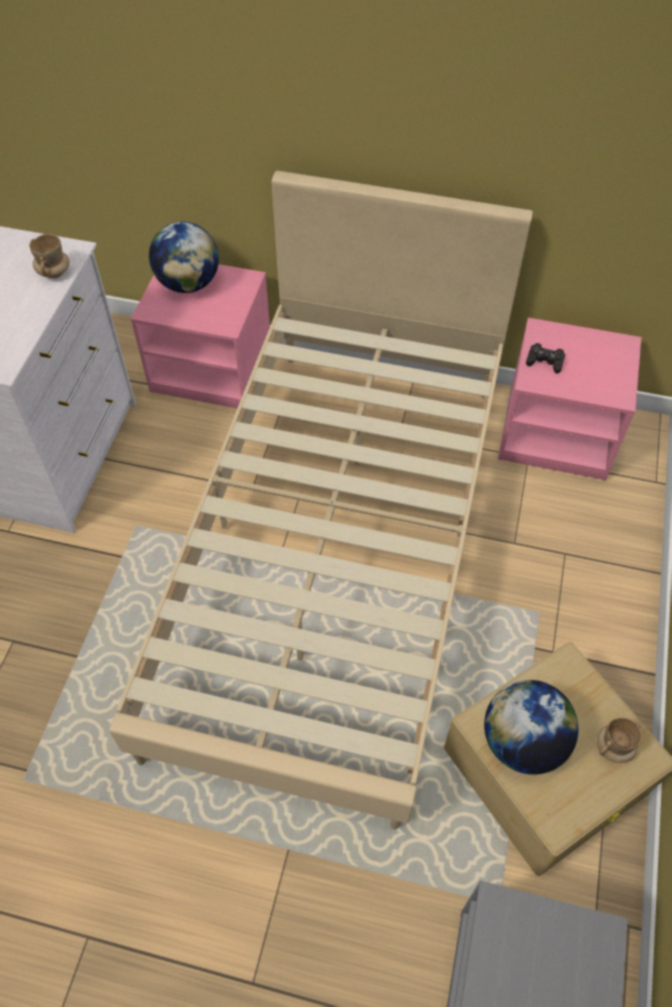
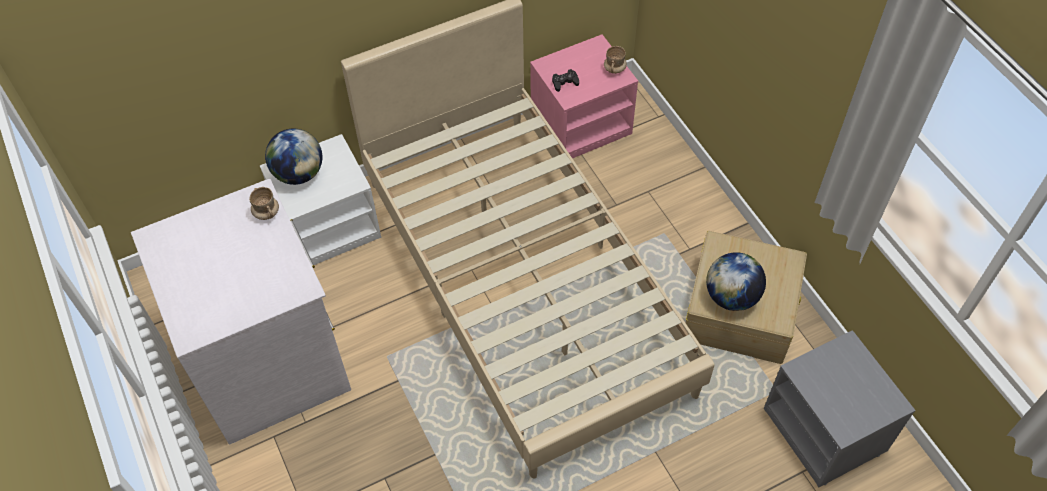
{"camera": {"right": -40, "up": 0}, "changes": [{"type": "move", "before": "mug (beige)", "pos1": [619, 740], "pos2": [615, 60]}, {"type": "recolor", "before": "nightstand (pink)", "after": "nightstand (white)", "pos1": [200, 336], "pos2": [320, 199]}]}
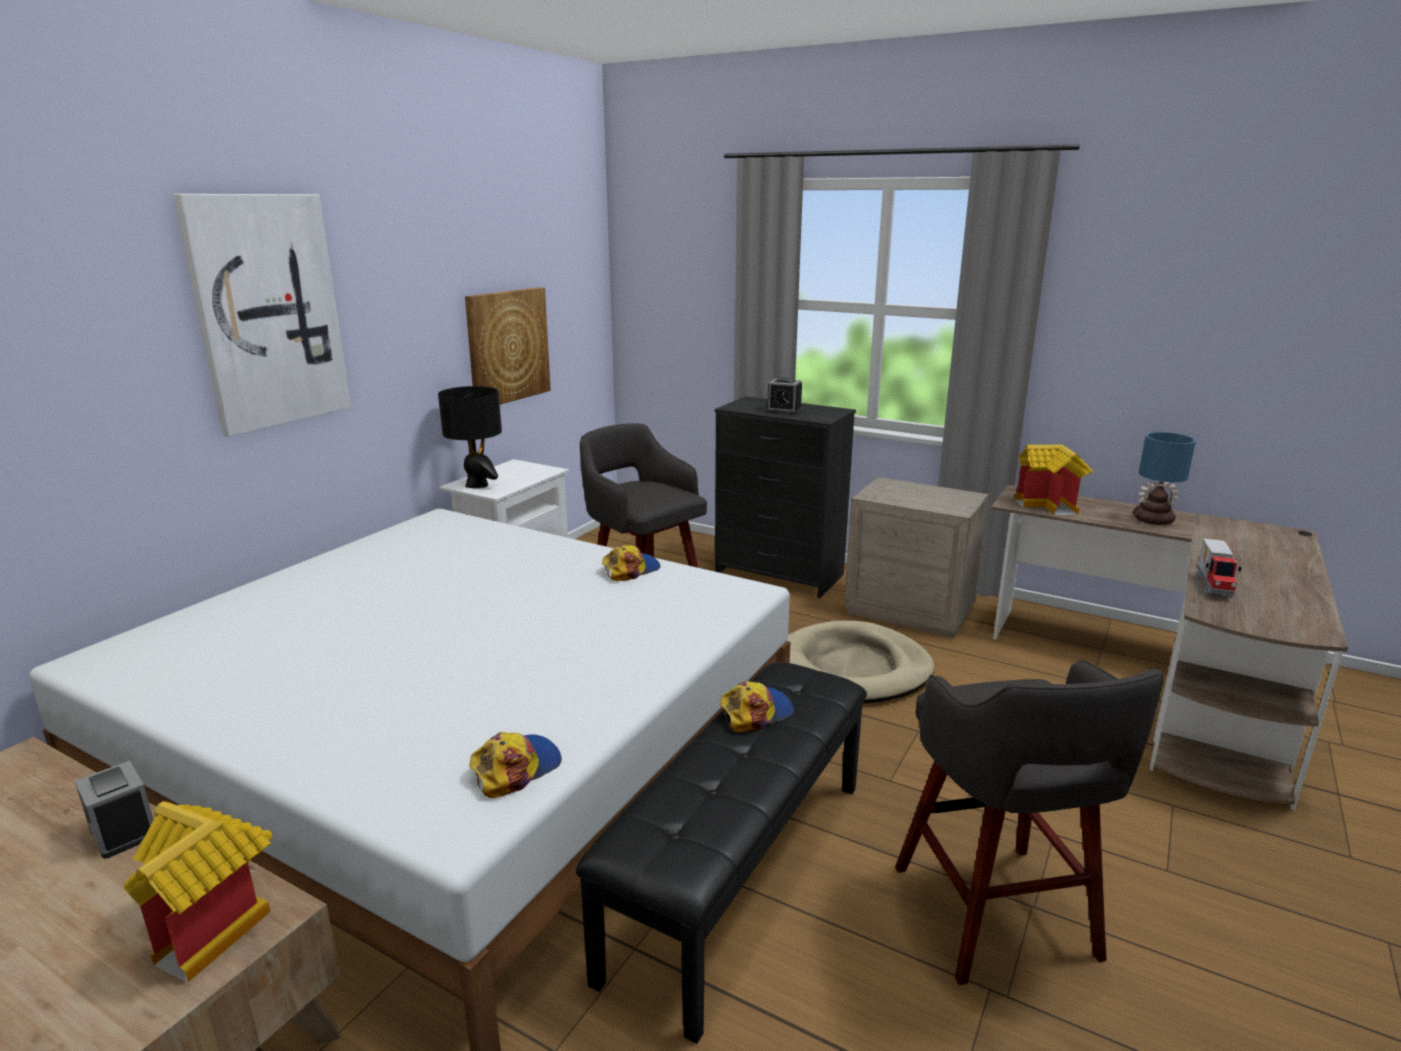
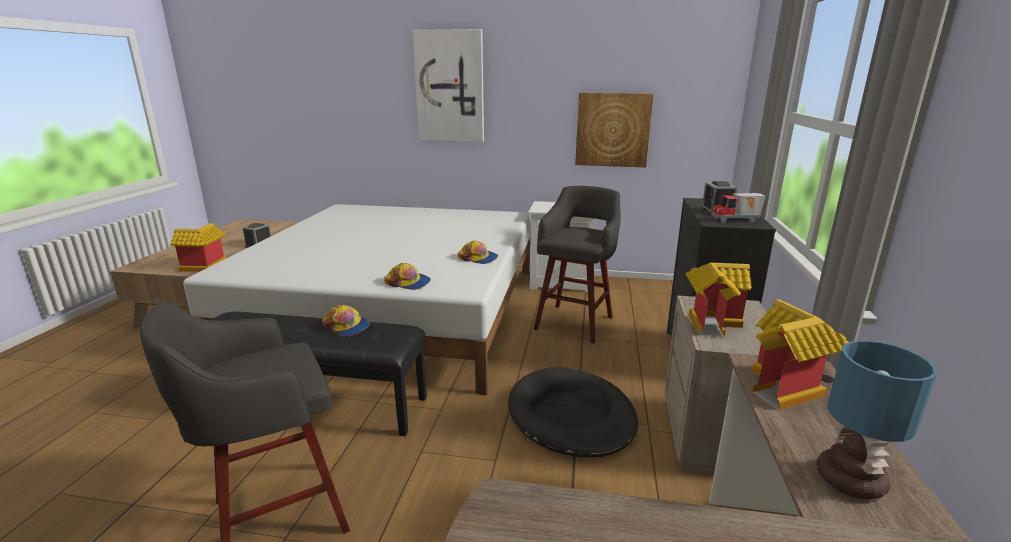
{"camera": {"right": 70, "up": 0}, "changes": [{"type": "delete", "before": "table lamp (black)", "pos1": [470, 437]}, {"type": "insert", "after": "toy house", "pos2": [718, 300]}, {"type": "move", "before": "cap", "pos1": [515, 765], "pos2": [407, 276]}, {"type": "move", "before": "toy truck", "pos1": [1219, 568], "pos2": [738, 208]}, {"type": "recolor", "before": "dog bed (beige)", "after": "dog bed (black)", "pos1": [860, 661], "pos2": [573, 412]}]}
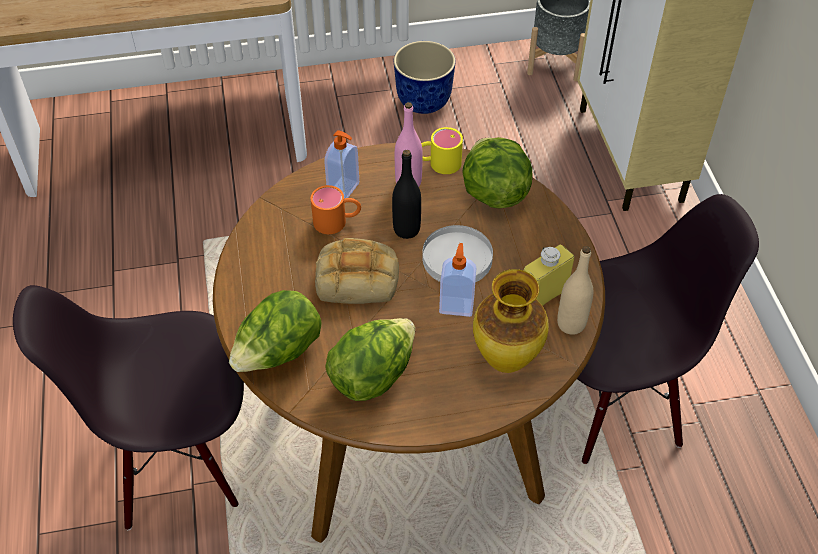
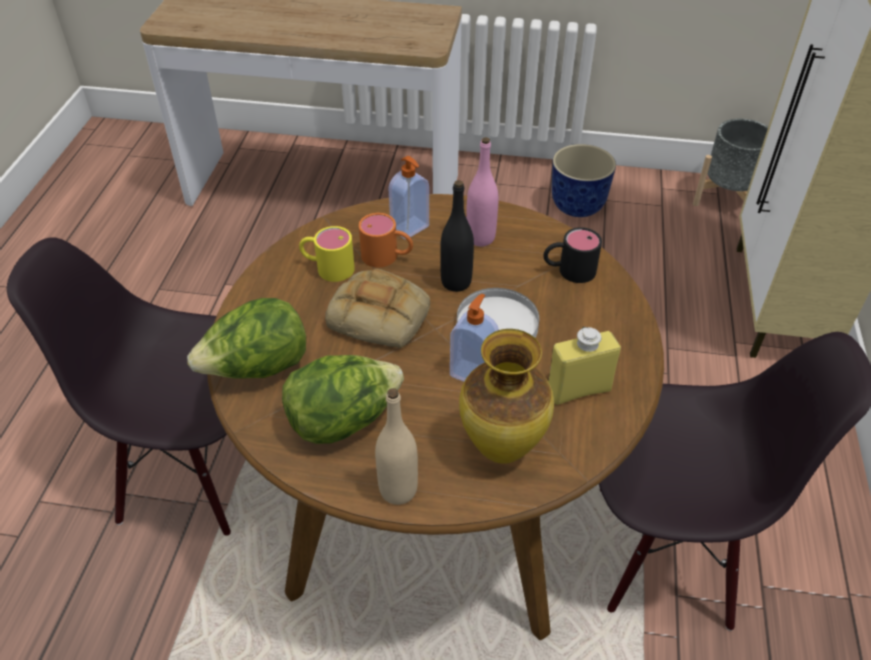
{"camera": {"right": 20, "up": -5}, "changes": [{"type": "move", "before": "mug (yellow)", "pos1": [442, 150], "pos2": [327, 254]}, {"type": "move", "before": "bottle (beige)", "pos1": [575, 290], "pos2": [396, 446]}, {"type": "replace", "before": "lettuce", "after": "mug (black)", "pos1": [497, 172], "pos2": [573, 255]}]}
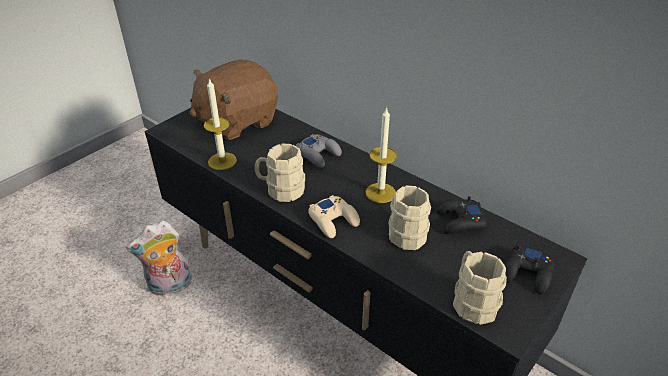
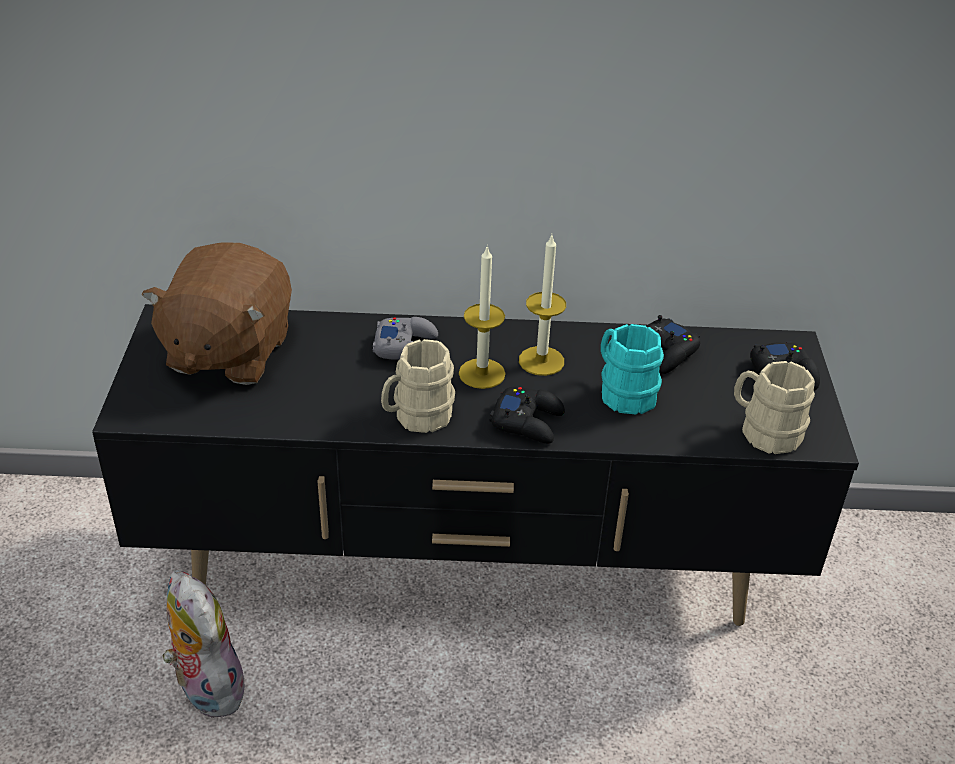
{"camera": {"right": -40, "up": 0}, "changes": [{"type": "move", "before": "candle", "pos1": [220, 124], "pos2": [482, 317]}, {"type": "recolor", "before": "game controller (beige)", "after": "game controller (black)", "pos1": [334, 216], "pos2": [527, 415]}, {"type": "recolor", "before": "mug (beige)", "after": "mug (turquoise)", "pos1": [409, 217], "pos2": [632, 369]}, {"type": "rotate", "before": "plush toy", "pos1": [159, 259], "pos2": [206, 644], "turn": 120}]}
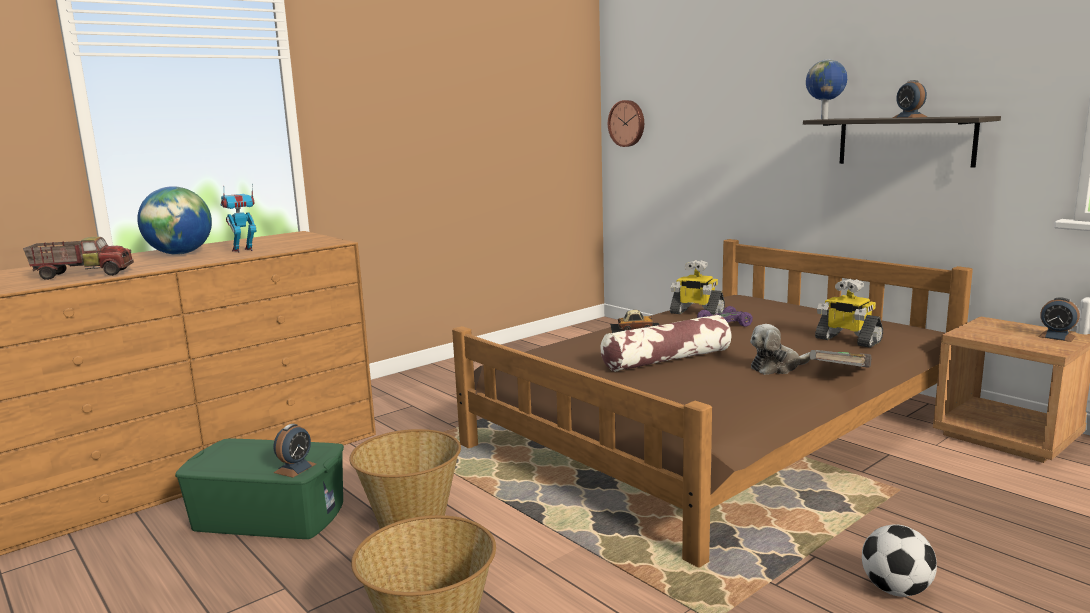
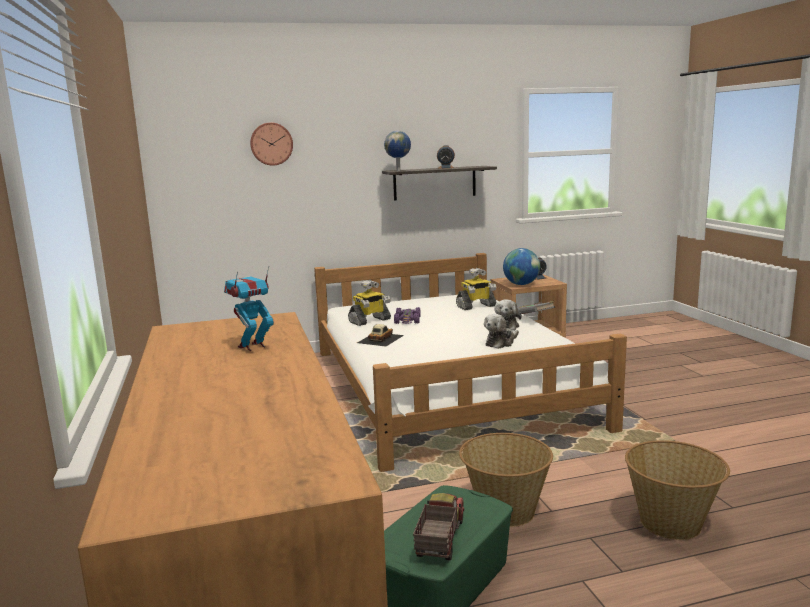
{"camera": {"right": -65, "up": 0}, "changes": [{"type": "delete", "before": "alarm clock", "pos1": [294, 451]}, {"type": "delete", "before": "pillow", "pos1": [666, 343]}, {"type": "delete", "before": "football", "pos1": [899, 560]}, {"type": "insert", "after": "plush toy", "pos2": [501, 331]}, {"type": "move", "before": "toy truck", "pos1": [78, 258], "pos2": [438, 526]}, {"type": "move", "before": "globe", "pos1": [174, 220], "pos2": [521, 266]}, {"type": "move", "before": "wall clock", "pos1": [626, 123], "pos2": [271, 144]}, {"type": "recolor", "before": "bed (brown)", "after": "bed (white)", "pos1": [712, 403], "pos2": [470, 362]}, {"type": "rotate", "before": "toy robot", "pos1": [238, 218], "pos2": [249, 308], "turn": 60}]}
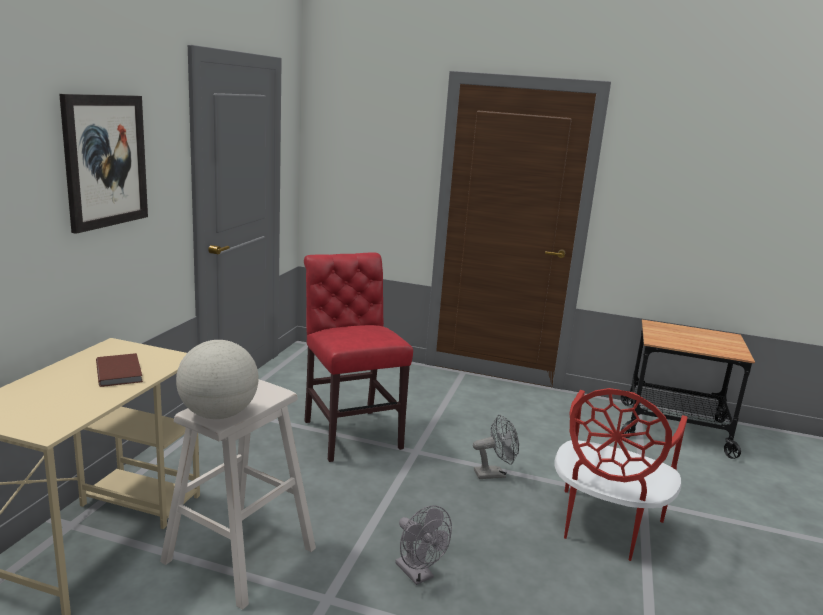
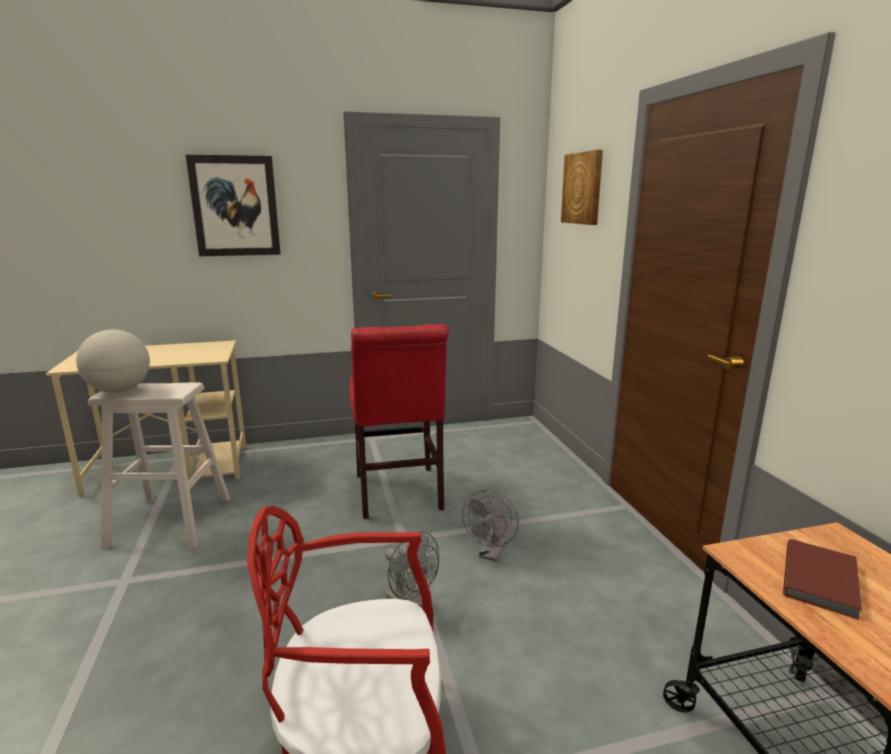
{"camera": {"right": 60, "up": 0}, "changes": [{"type": "insert", "after": "picture", "pos2": [582, 187]}, {"type": "move", "before": "book (brown)", "pos1": [119, 370], "pos2": [822, 579]}, {"type": "move", "before": "fan (grey)", "pos1": [423, 545], "pos2": [490, 525]}, {"type": "rotate", "before": "chair (red)", "pos1": [358, 357], "pos2": [399, 421], "turn": 135}]}
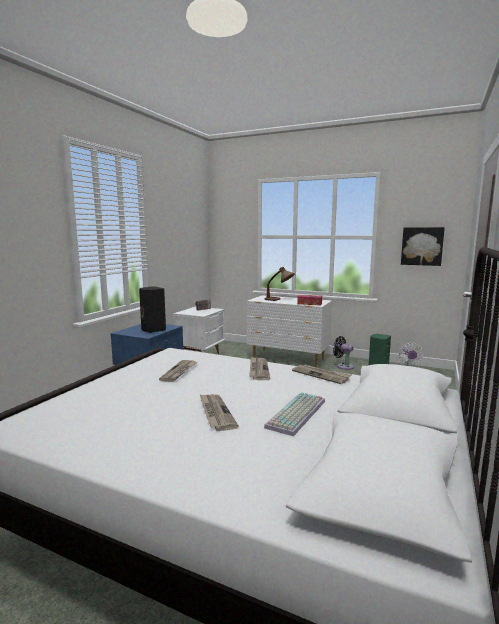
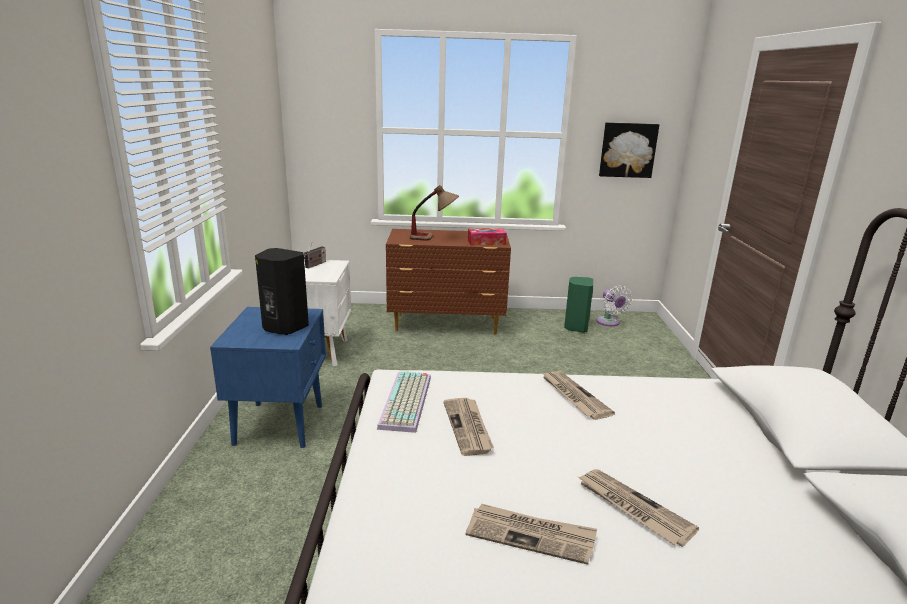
{"camera": {"right": -25, "up": 10}, "changes": [{"type": "delete", "before": "fan (black)", "pos1": [343, 353]}, {"type": "move", "before": "keyboard", "pos1": [294, 414], "pos2": [404, 402]}, {"type": "move", "before": "newspaper", "pos1": [321, 374], "pos2": [531, 534]}, {"type": "recolor", "before": "dresser (white)", "after": "dresser (brown)", "pos1": [289, 331], "pos2": [448, 281]}]}
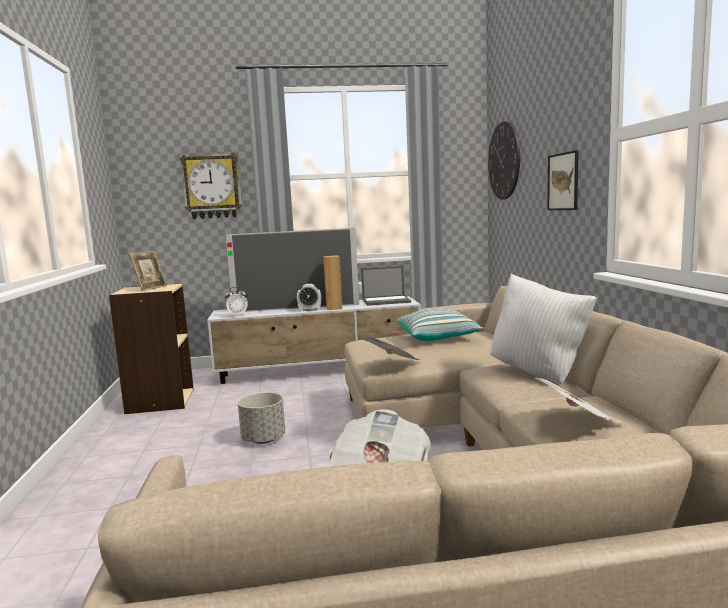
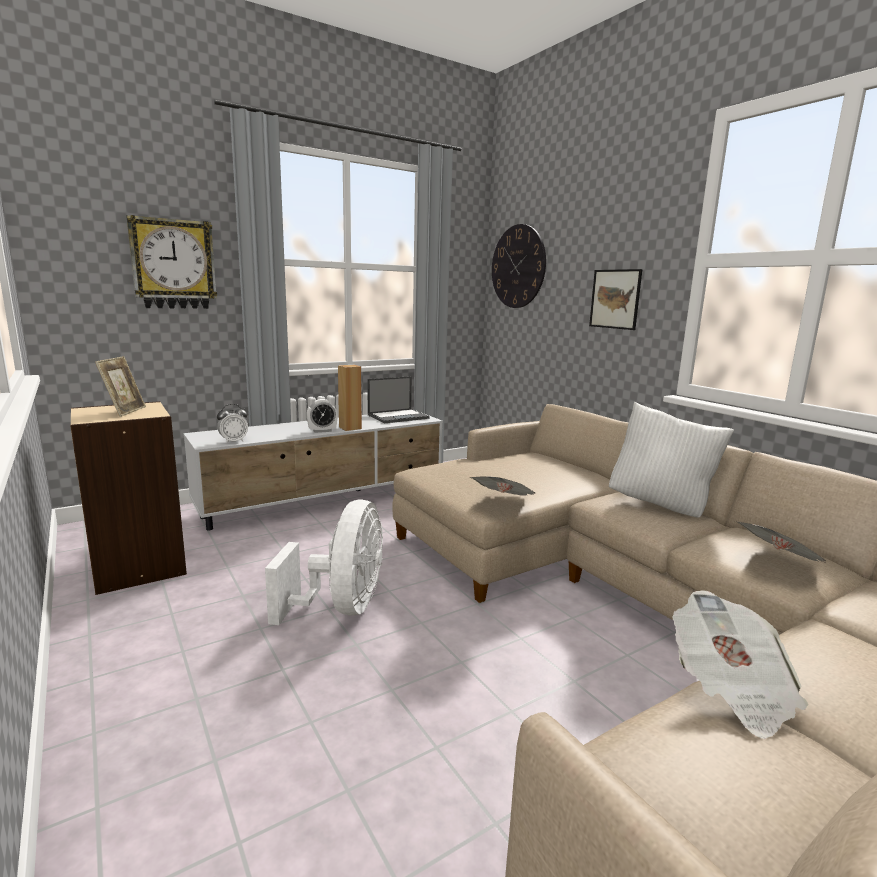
{"camera": {"right": -25, "up": 5}, "changes": [{"type": "delete", "before": "television", "pos1": [292, 270]}, {"type": "delete", "before": "pillow", "pos1": [440, 324]}, {"type": "replace", "before": "planter (grey)", "after": "fan (white)", "pos1": [261, 418], "pos2": [324, 562]}]}
